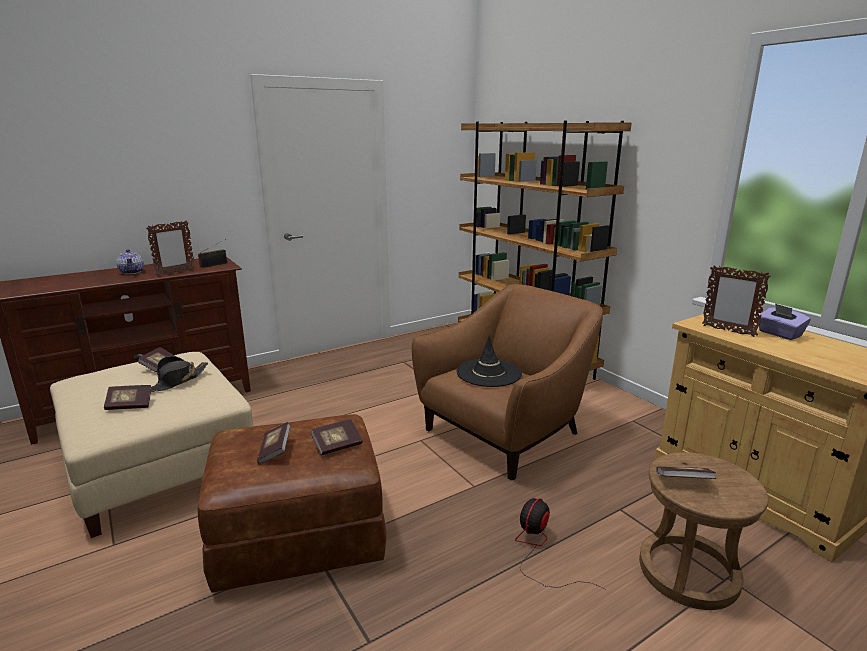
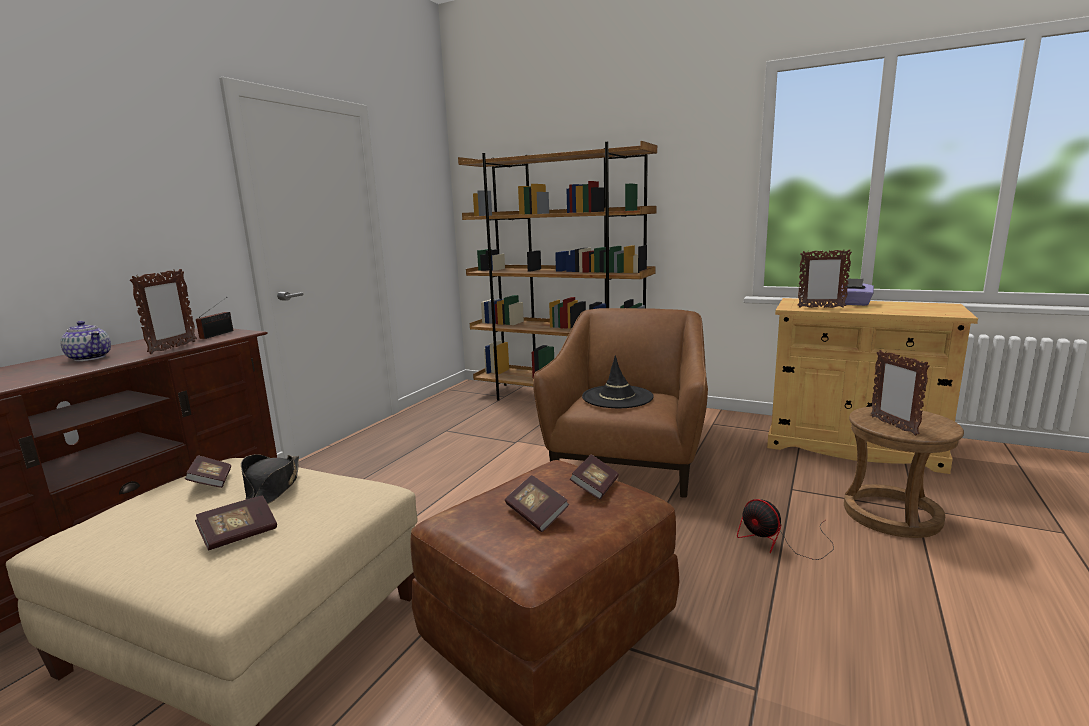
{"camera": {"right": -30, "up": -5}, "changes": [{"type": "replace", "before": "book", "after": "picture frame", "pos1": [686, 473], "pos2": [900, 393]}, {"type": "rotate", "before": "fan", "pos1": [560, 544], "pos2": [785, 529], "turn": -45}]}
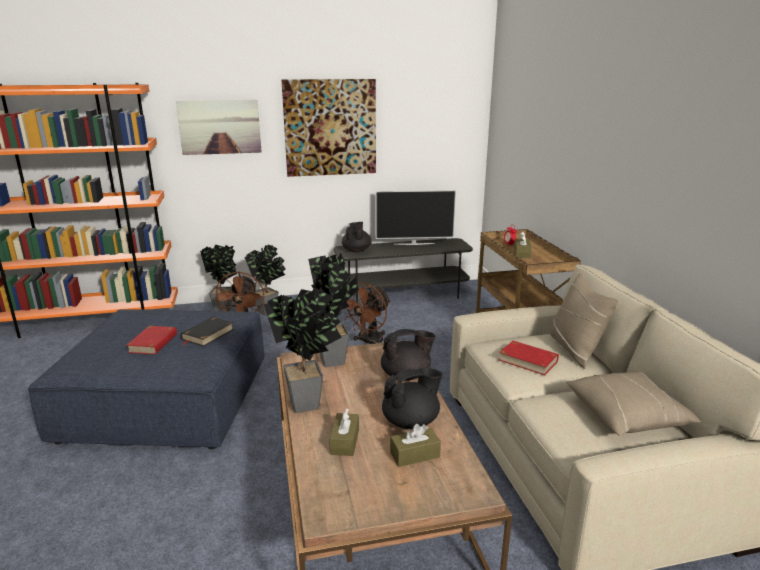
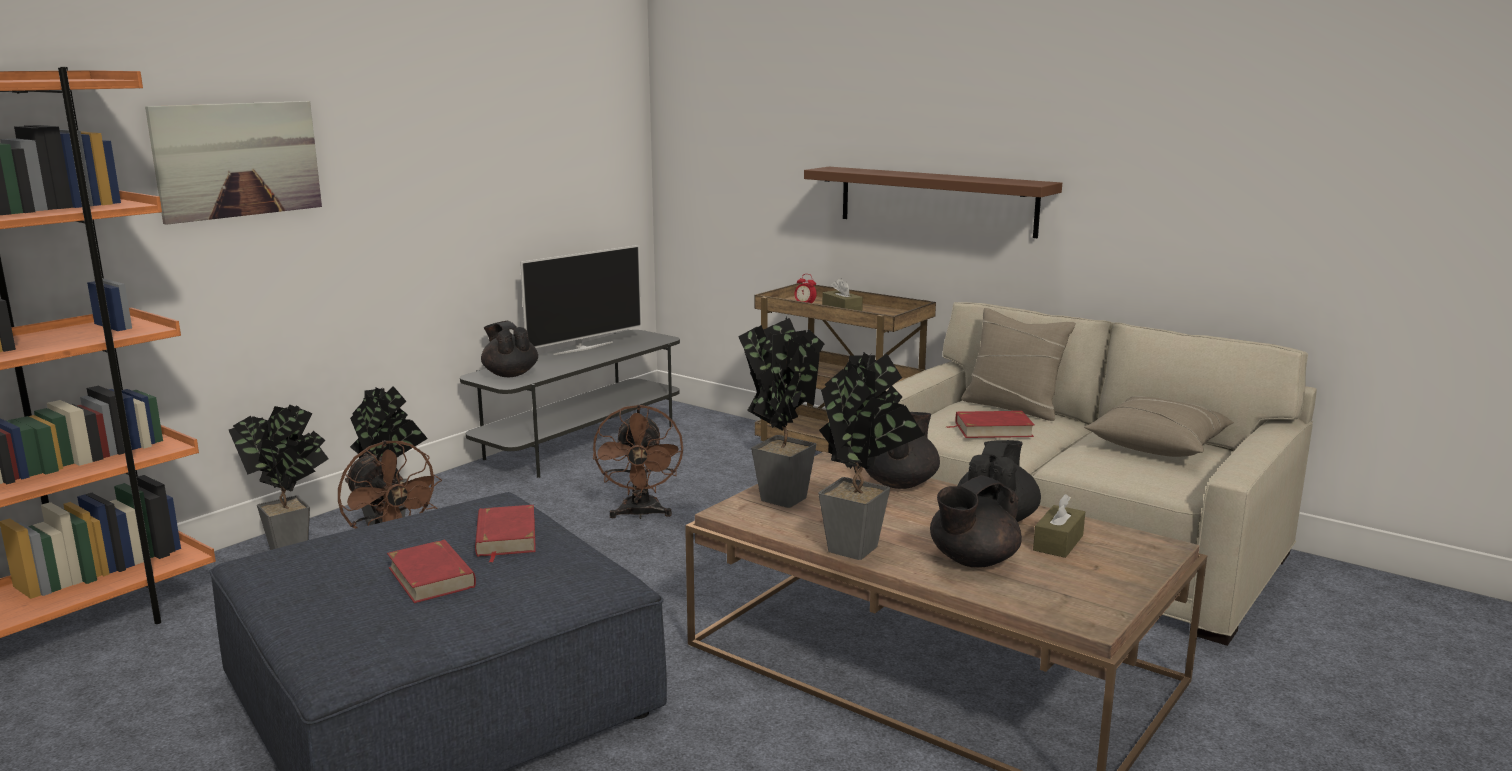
{"camera": {"right": -40, "up": -5}, "changes": [{"type": "delete", "before": "picture", "pos1": [328, 128]}, {"type": "insert", "after": "shelf (brown)", "pos2": [933, 202]}, {"type": "replace", "before": "tissue box (brown)", "after": "teapot (black)", "pos1": [344, 432], "pos2": [976, 521]}, {"type": "recolor", "before": "book (black)", "after": "book (red)", "pos1": [207, 332], "pos2": [505, 534]}]}
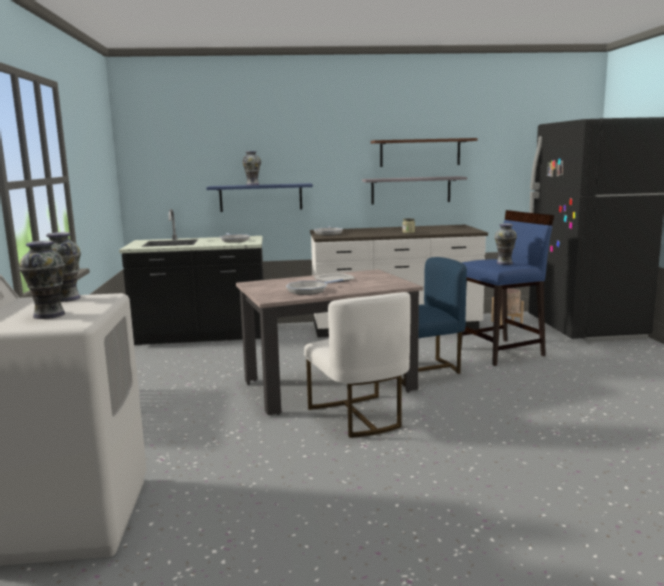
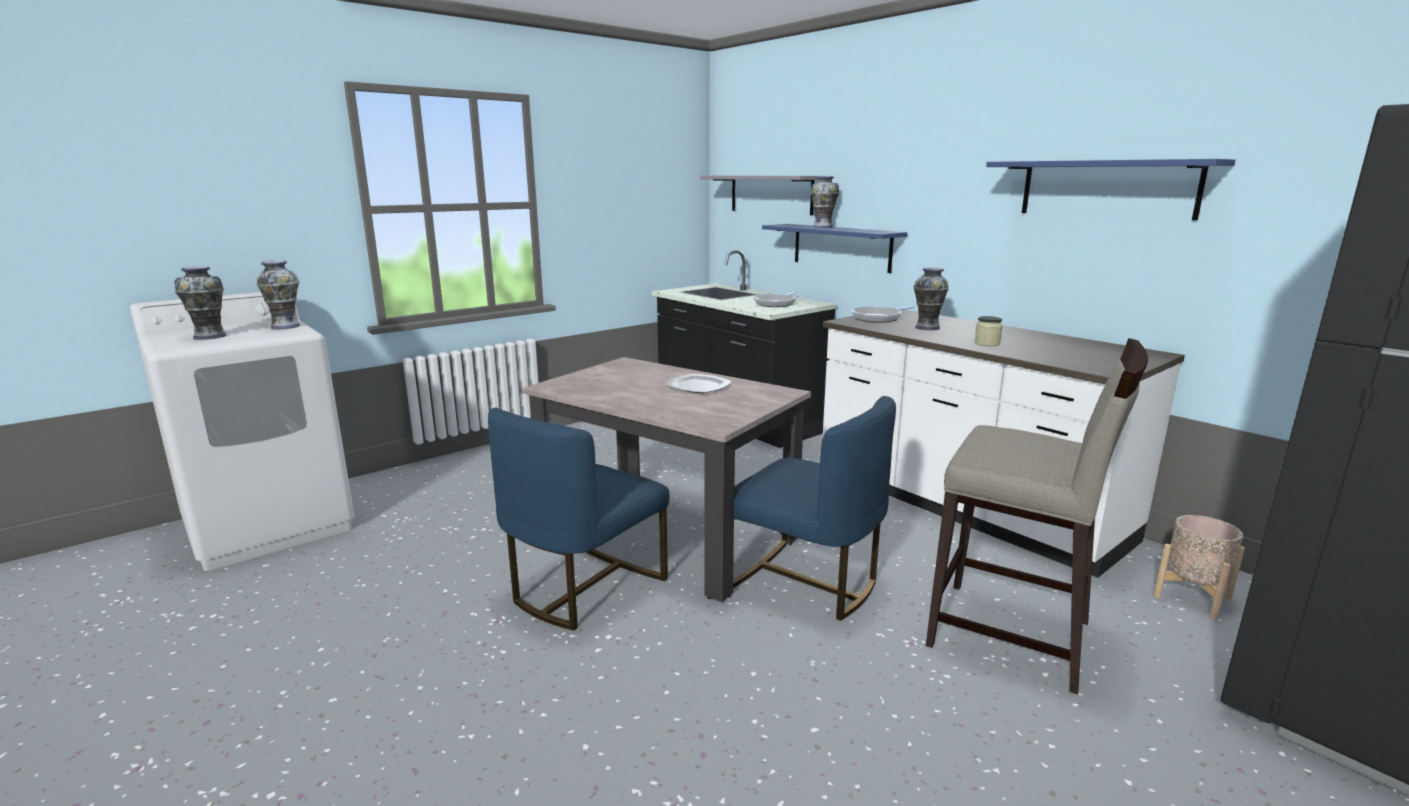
{"camera": {"right": 55, "up": 5}, "changes": [{"type": "delete", "before": "frying pan", "pos1": [314, 287]}, {"type": "move", "before": "shelf (grey)", "pos1": [414, 190], "pos2": [759, 195]}, {"type": "move", "before": "vase", "pos1": [505, 244], "pos2": [931, 298]}, {"type": "recolor", "before": "chair (white)", "after": "chair (blue)", "pos1": [357, 365], "pos2": [579, 519]}, {"type": "recolor", "before": "shelf (brown)", "after": "shelf (blue)", "pos1": [424, 152], "pos2": [1111, 189]}, {"type": "recolor", "before": "stool (blue)", "after": "stool (beige)", "pos1": [507, 288], "pos2": [1037, 516]}]}
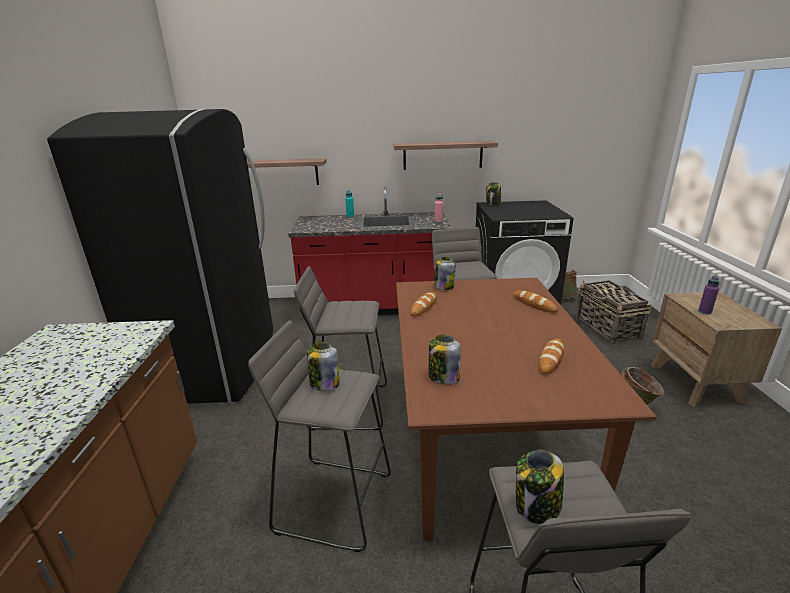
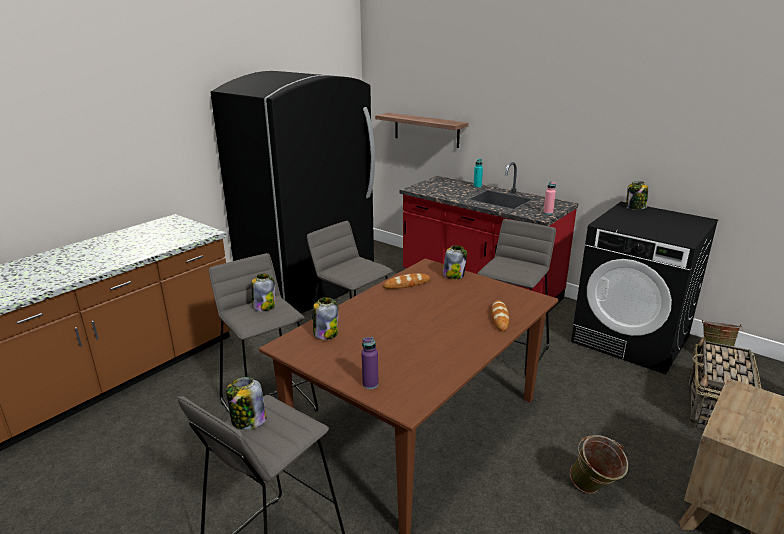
{"camera": {"right": 40, "up": 0}, "changes": [{"type": "delete", "before": "shelf", "pos1": [446, 155]}, {"type": "delete", "before": "bread", "pos1": [551, 356]}, {"type": "move", "before": "bottle (purple)", "pos1": [709, 295], "pos2": [369, 363]}]}
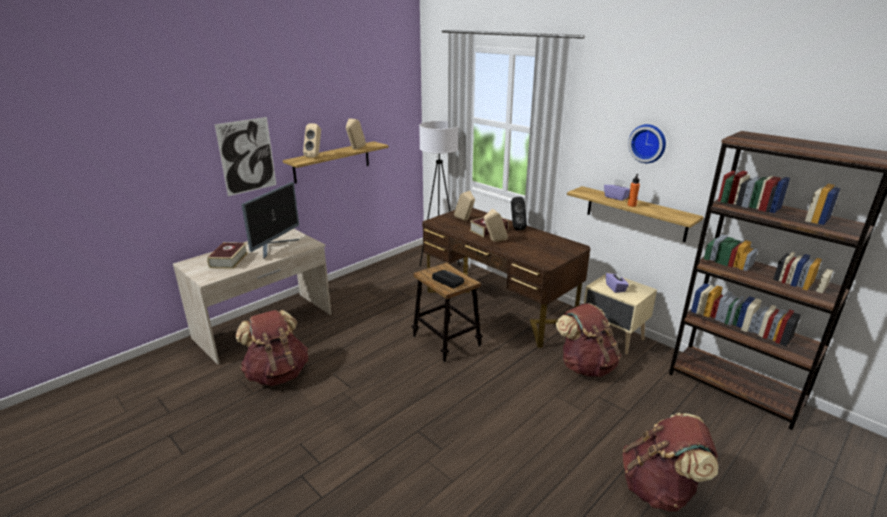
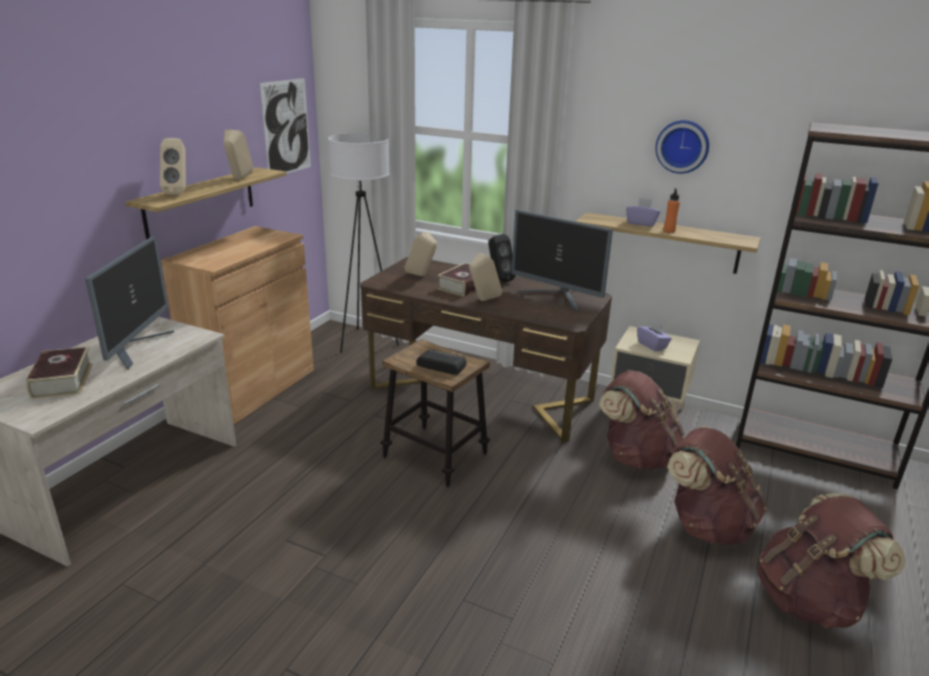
{"camera": {"right": -20, "up": 0}, "changes": [{"type": "insert", "after": "cabinet (brown)", "pos2": [237, 325]}, {"type": "insert", "after": "monitor", "pos2": [562, 260]}, {"type": "move", "before": "picture", "pos1": [246, 156], "pos2": [285, 126]}, {"type": "move", "before": "backpack (brown)", "pos1": [272, 348], "pos2": [717, 485]}]}
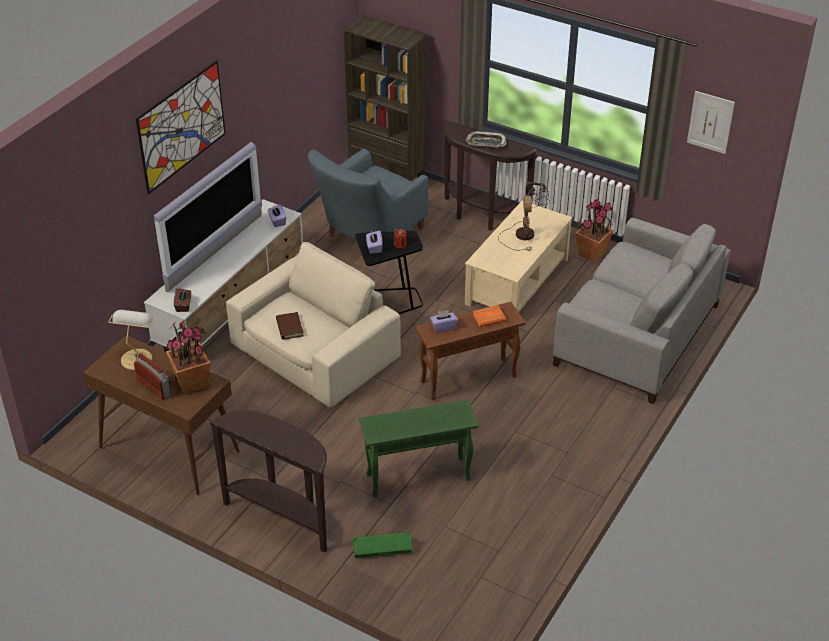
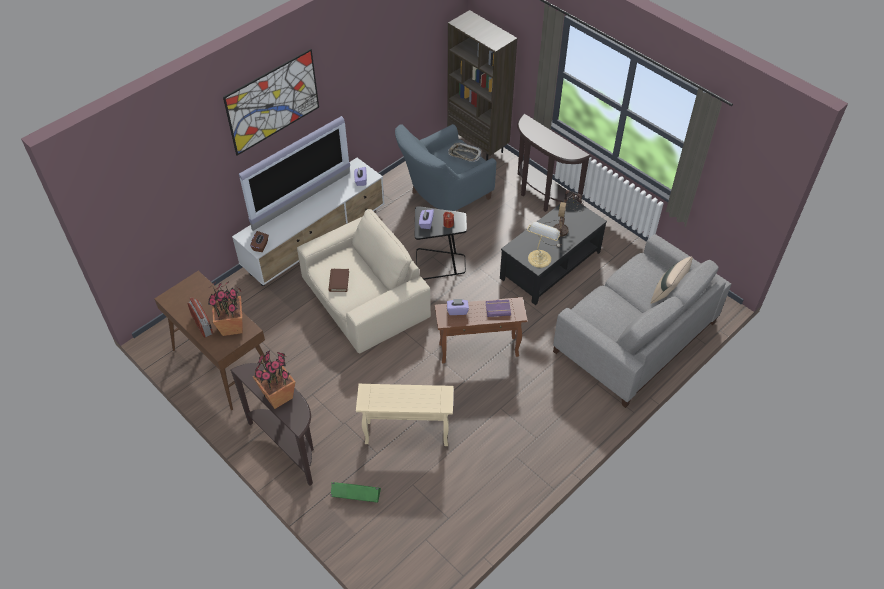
{"camera": {"right": 15, "up": 10}, "changes": [{"type": "delete", "before": "picture", "pos1": [711, 122]}, {"type": "insert", "after": "pillow (beige)", "pos2": [672, 280]}, {"type": "move", "before": "table lamp", "pos1": [130, 340], "pos2": [543, 245]}, {"type": "move", "before": "tray", "pos1": [486, 139], "pos2": [464, 152]}, {"type": "move", "before": "potted plant", "pos1": [594, 230], "pos2": [274, 379]}, {"type": "recolor", "before": "side table (green)", "after": "side table (beige)", "pos1": [418, 448], "pos2": [405, 415]}, {"type": "recolor", "before": "coffee table (beige)", "after": "coffee table (black)", "pos1": [518, 256], "pos2": [553, 251]}, {"type": "recolor", "before": "book (orange)", "after": "book (purple)", "pos1": [489, 316], "pos2": [498, 308]}]}
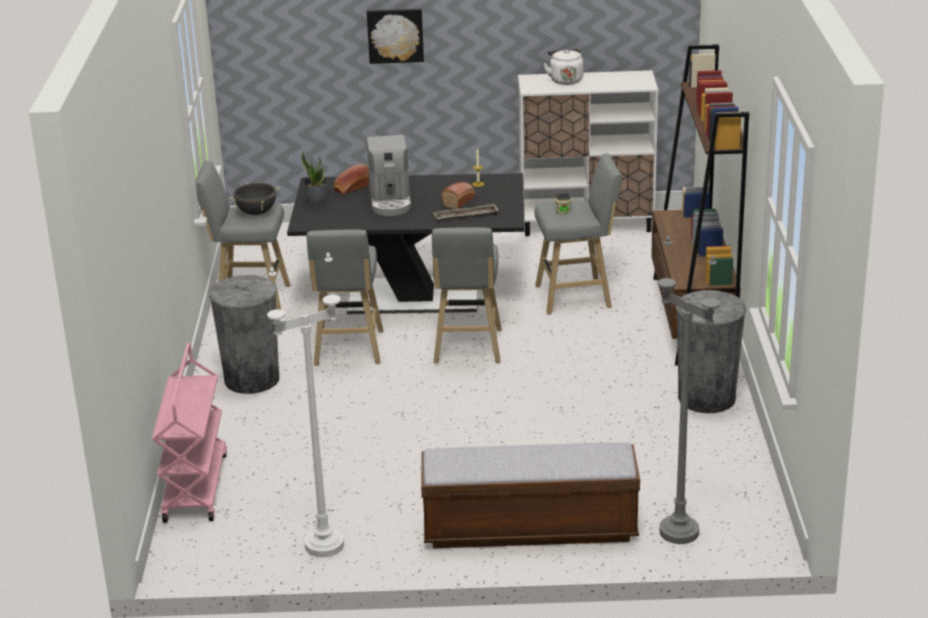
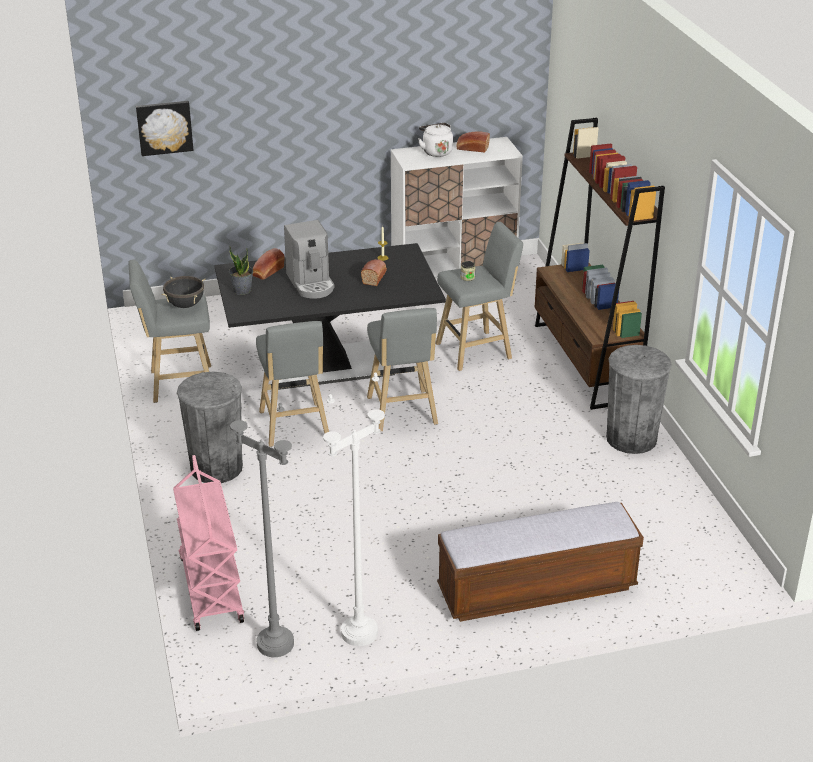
{"camera": {"right": -15, "up": 5}, "changes": [{"type": "delete", "before": "tray", "pos1": [466, 212]}, {"type": "insert", "after": "bread", "pos2": [473, 142]}, {"type": "move", "before": "picture", "pos1": [395, 36], "pos2": [165, 128]}, {"type": "move", "before": "floor lamp (grey)", "pos1": [689, 390], "pos2": [262, 520]}]}
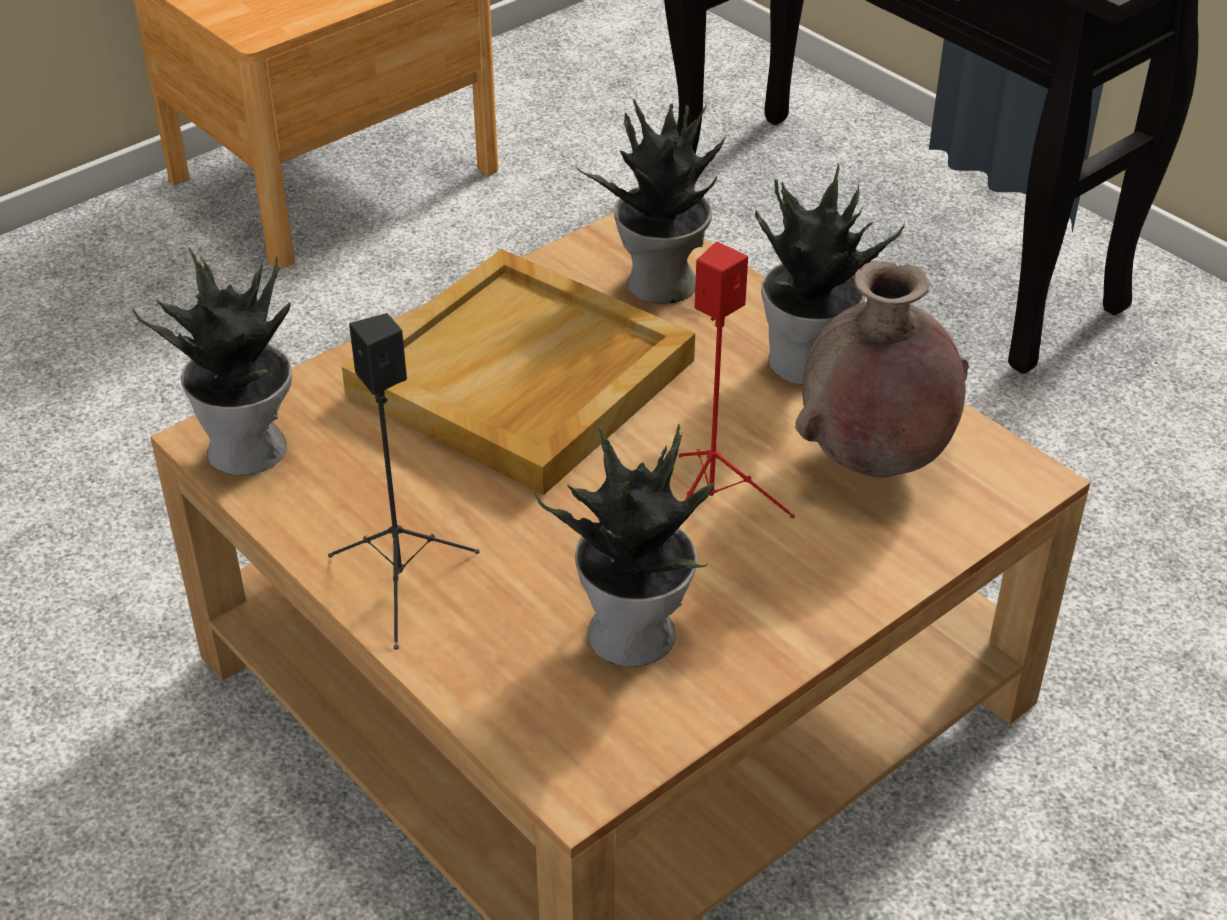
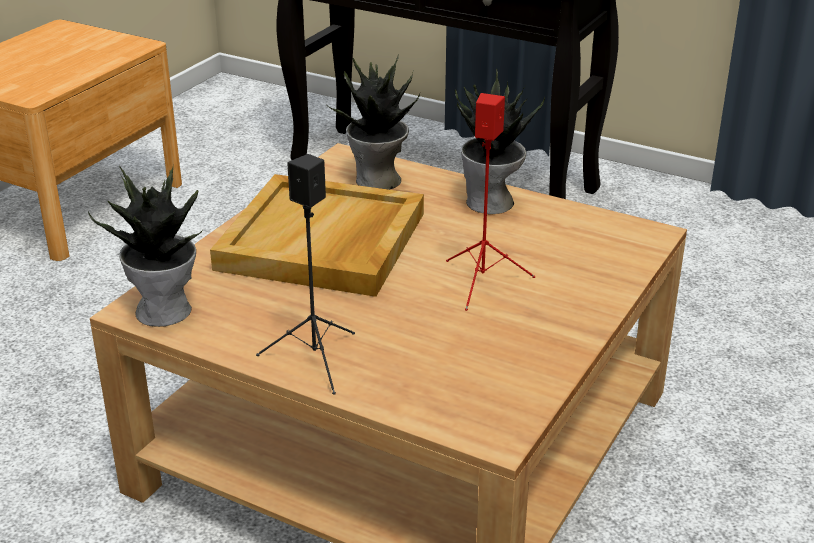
{"camera": {"right": -20, "up": -10}, "changes": [{"type": "delete", "before": "potted plant", "pos1": [625, 545]}, {"type": "delete", "before": "vase (brown)", "pos1": [882, 369]}]}
